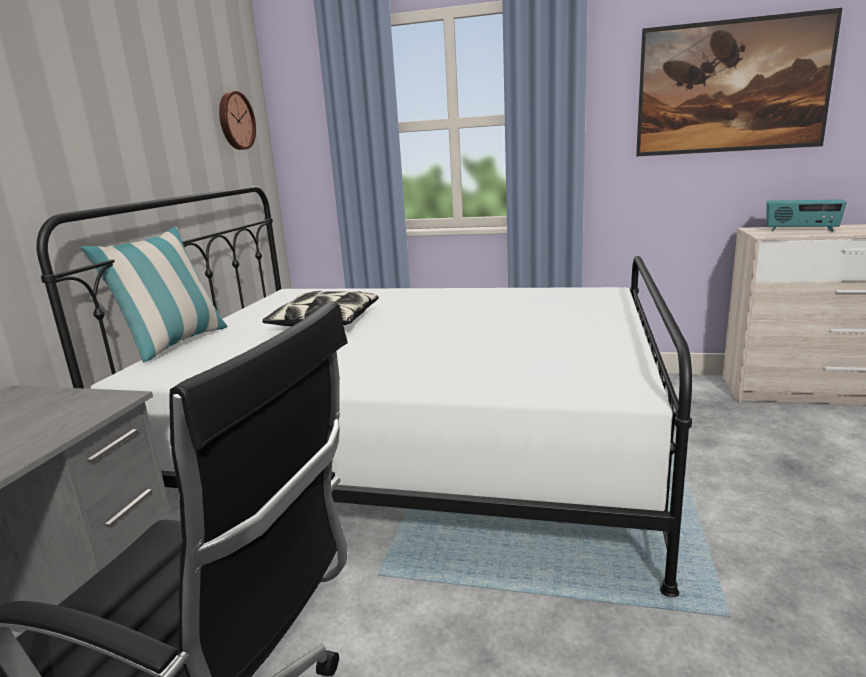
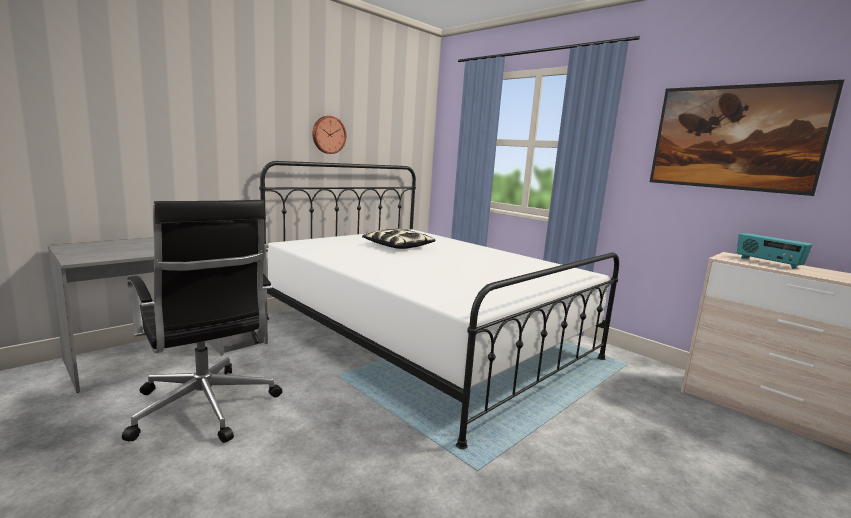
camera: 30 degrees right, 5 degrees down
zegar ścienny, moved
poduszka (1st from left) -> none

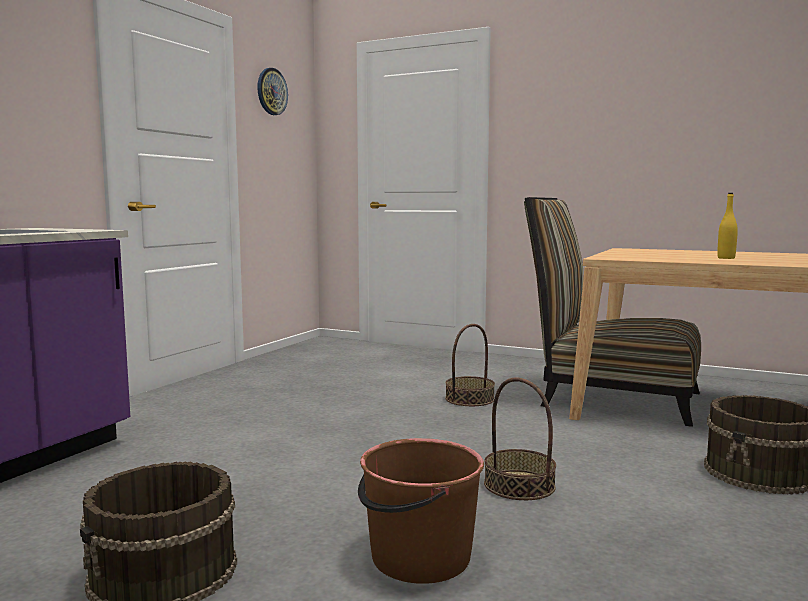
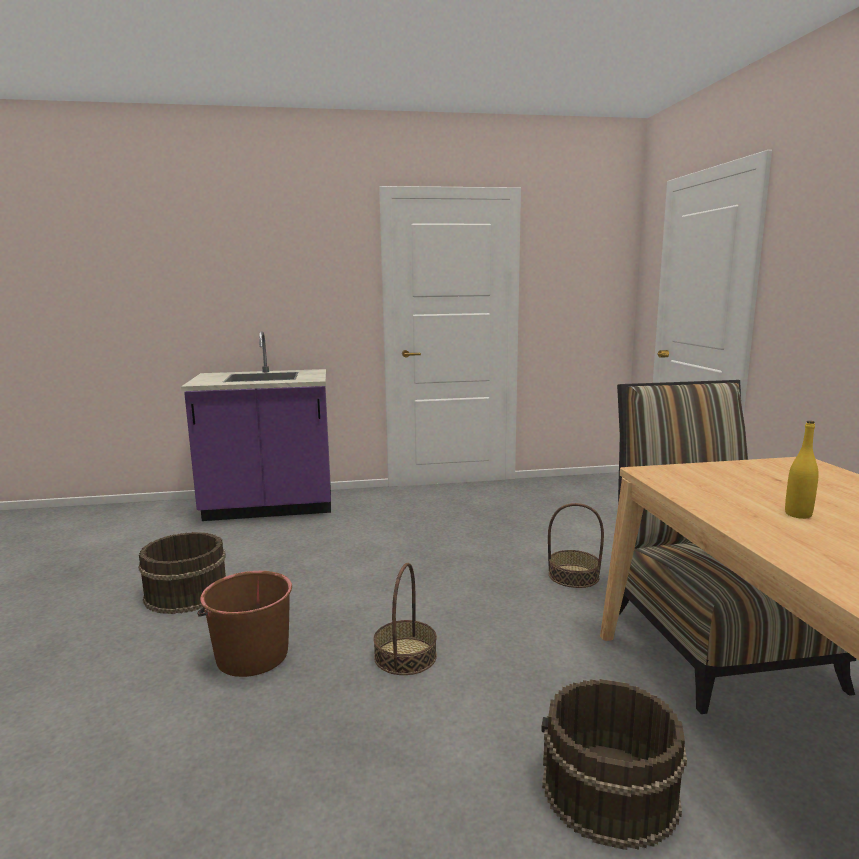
camera: 55 degrees right, 5 degrees up
zegar ścienny -> none

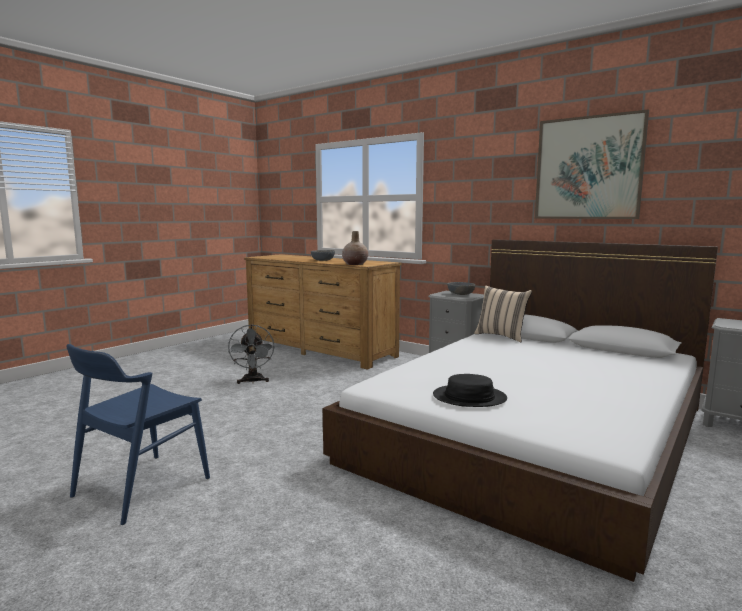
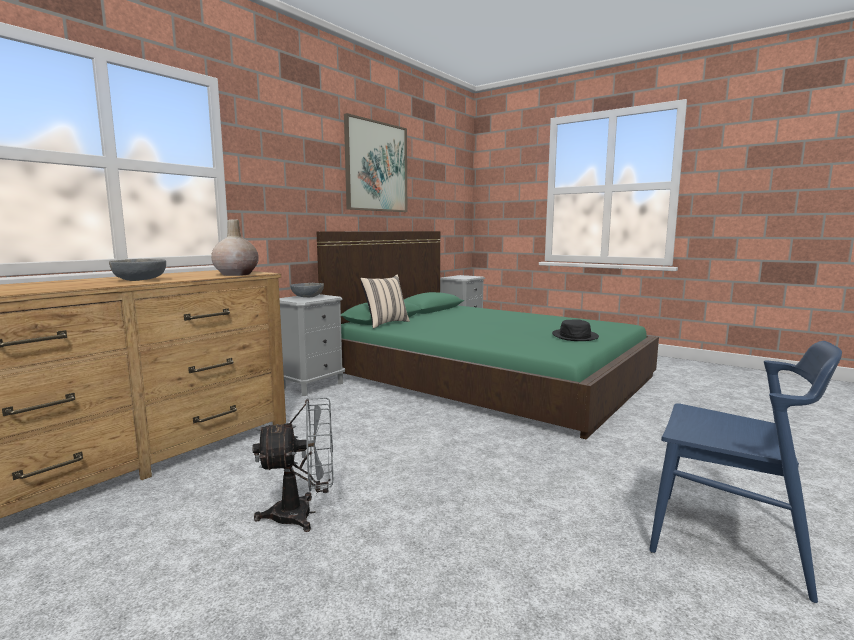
camera: 90 degrees left, 0 degrees up
łóżko [biały] -> łóżko [zielony]

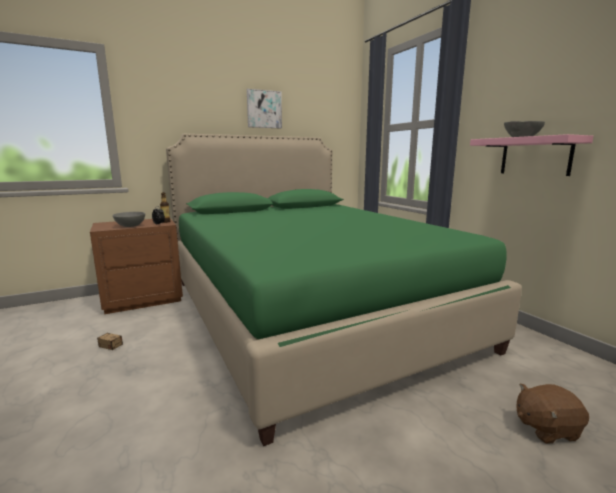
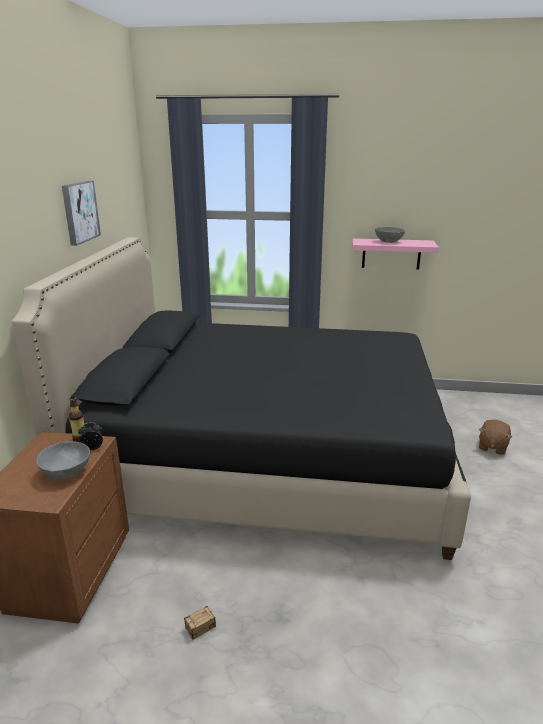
camera: 55 degrees left, 10 degrees up
łóżko [zielony] -> łóżko [czarny]

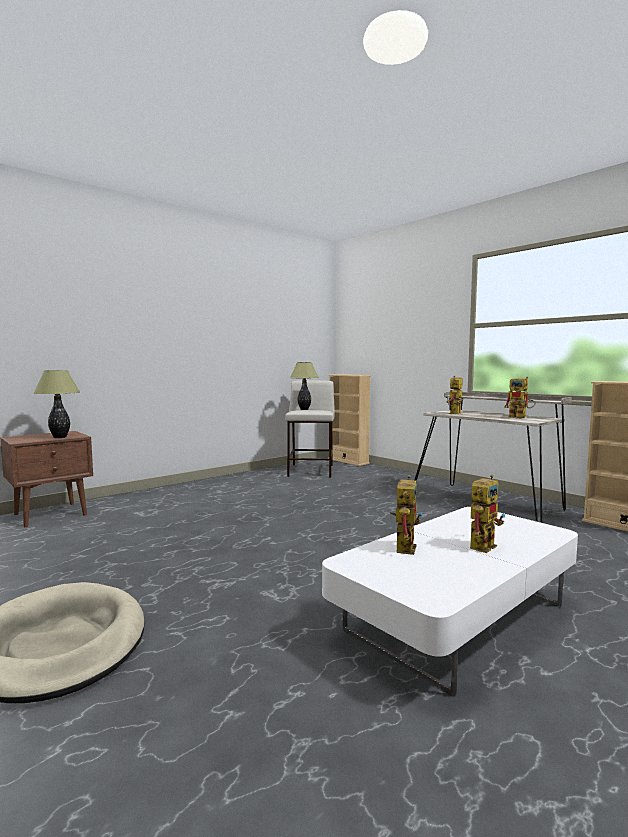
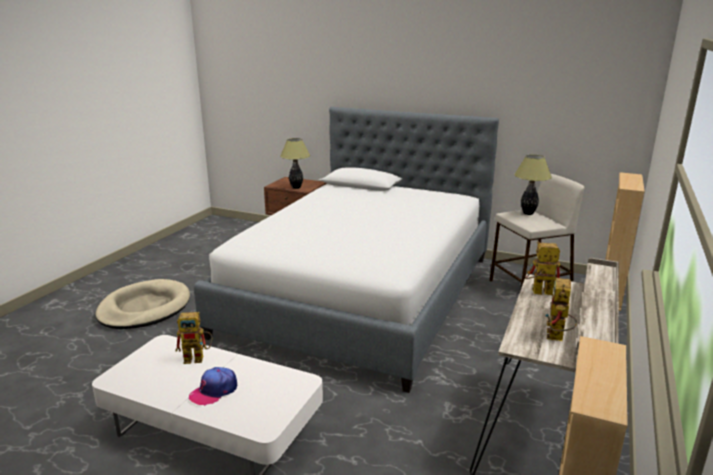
camera: 65 degrees right, 15 degrees up
robot zabawkowy (3rd from left) -> czapka z daszkiem
none -> łóżko

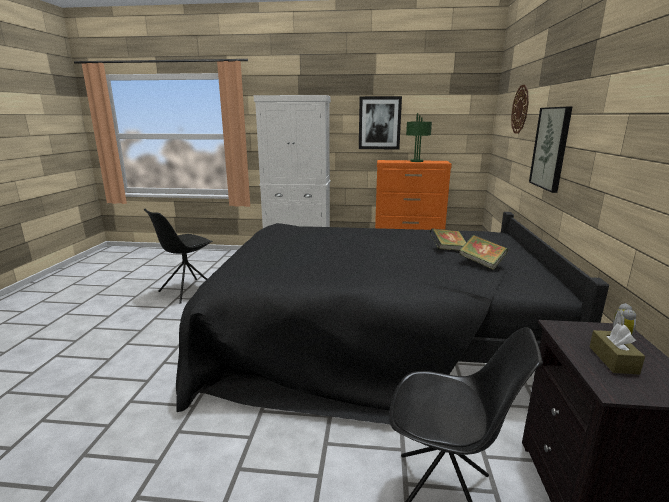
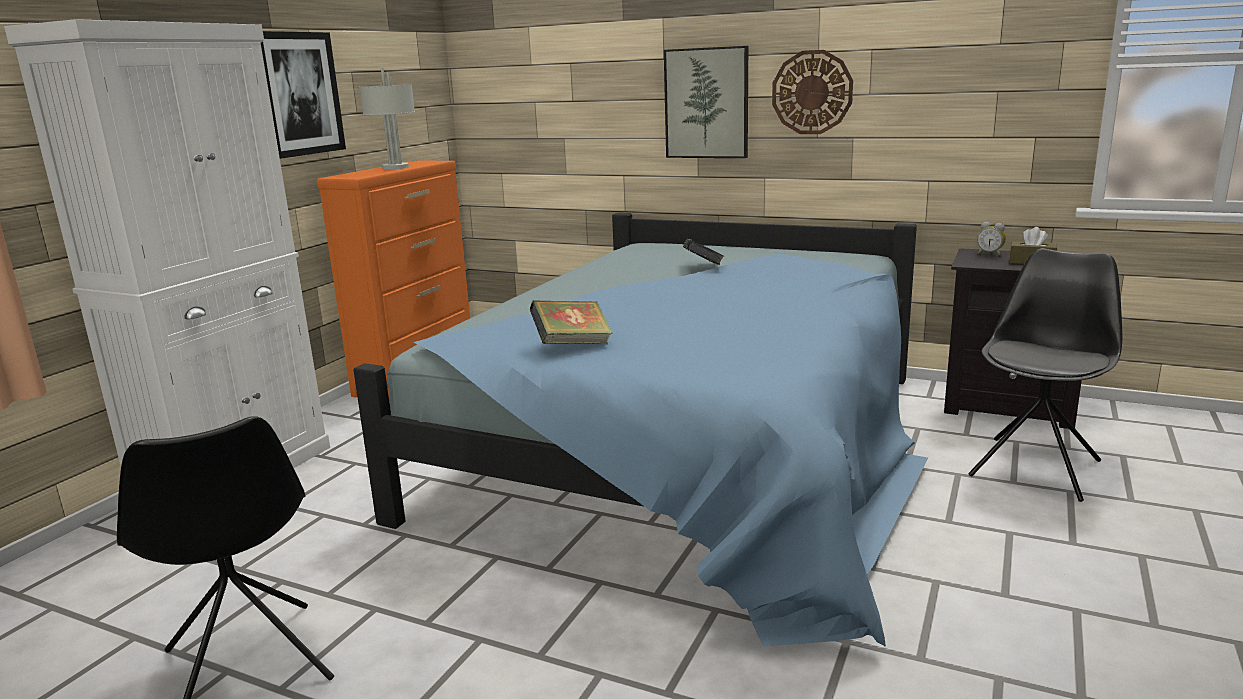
camera: 70 degrees left, 0 degrees up
zegar ścienny, moved
lampa stołowa [zielony] -> lampa stołowa [szary]
łóżko [czarny] -> łóżko [niebieski]
książka (2nd from left in the first image) -> książka (1st from left), moved

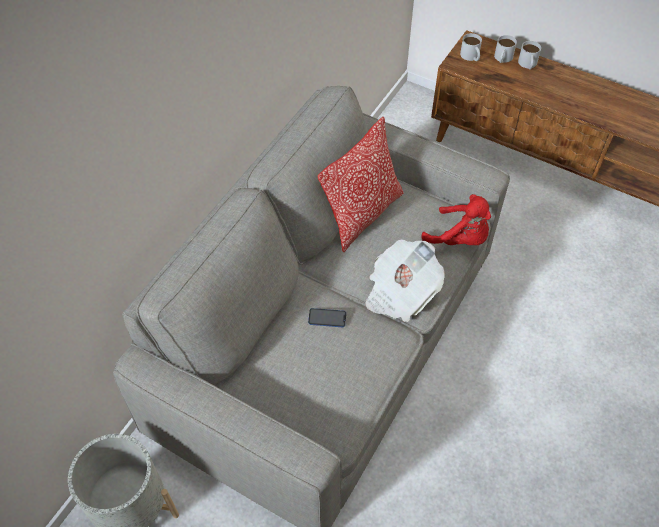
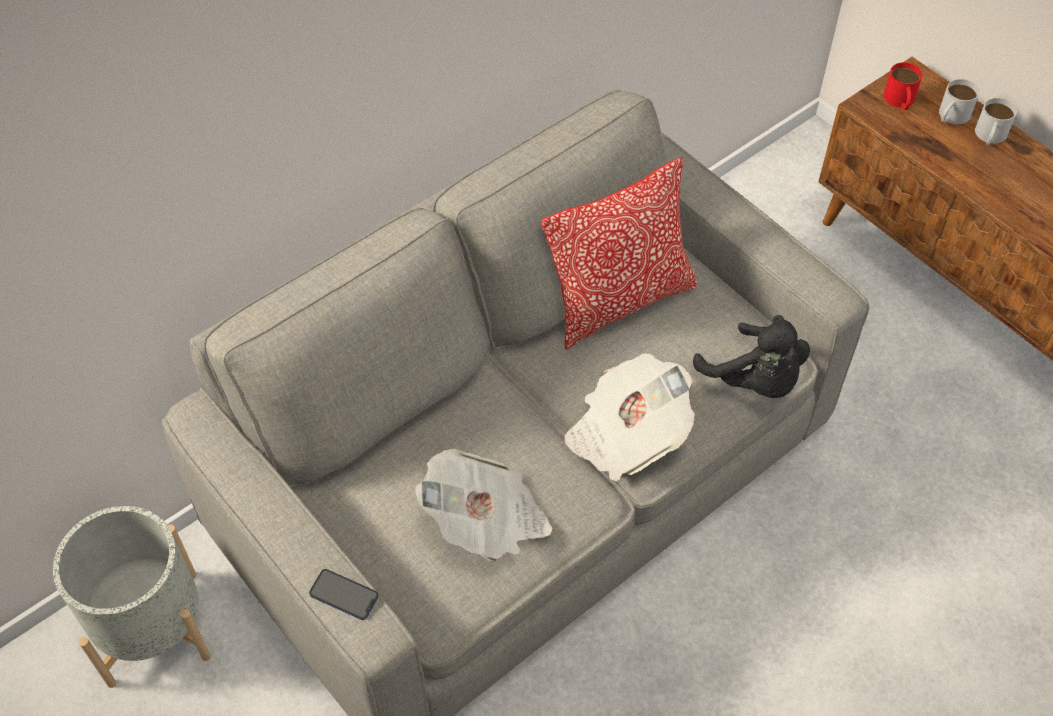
camera: 20 degrees right, 0 degrees up
kubek [biały] (1st from left) -> kubek [czerwony]
pluszak [czerwony] -> pluszak [czarny]
telefon, moved
none -> gazeta (1st from left)

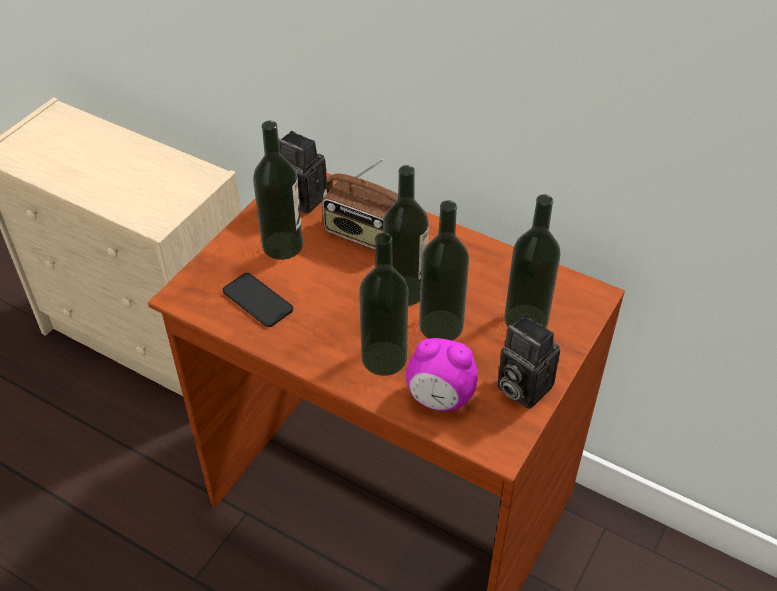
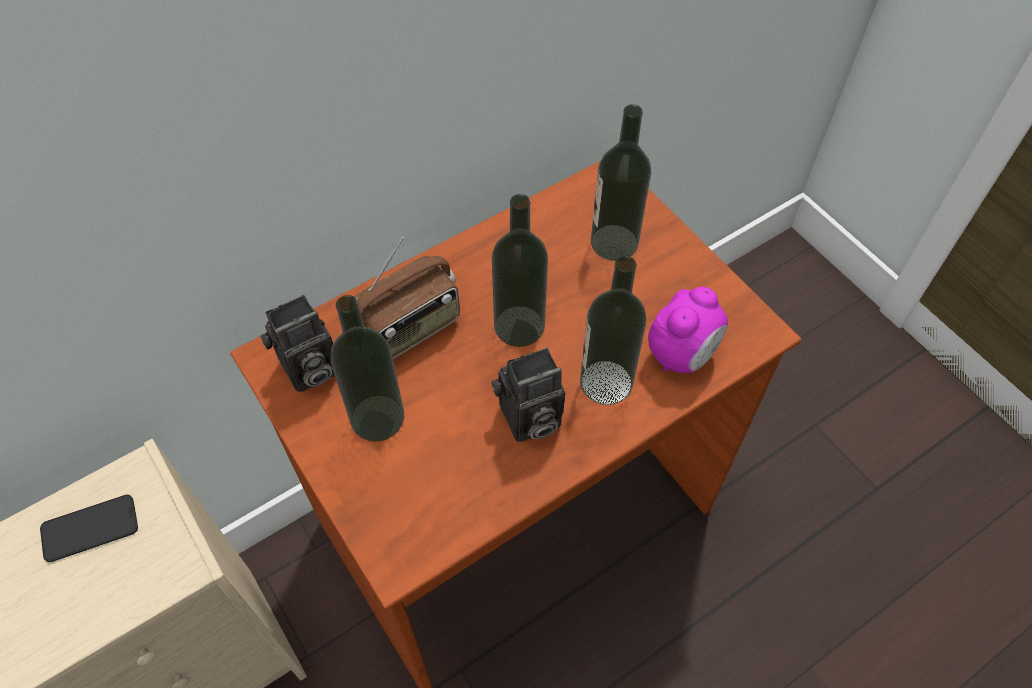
camera: 65 degrees left, 10 degrees up
butelka (4th from left) -> none
telefon, moved
aparat fotograficzny (2nd from left), moved

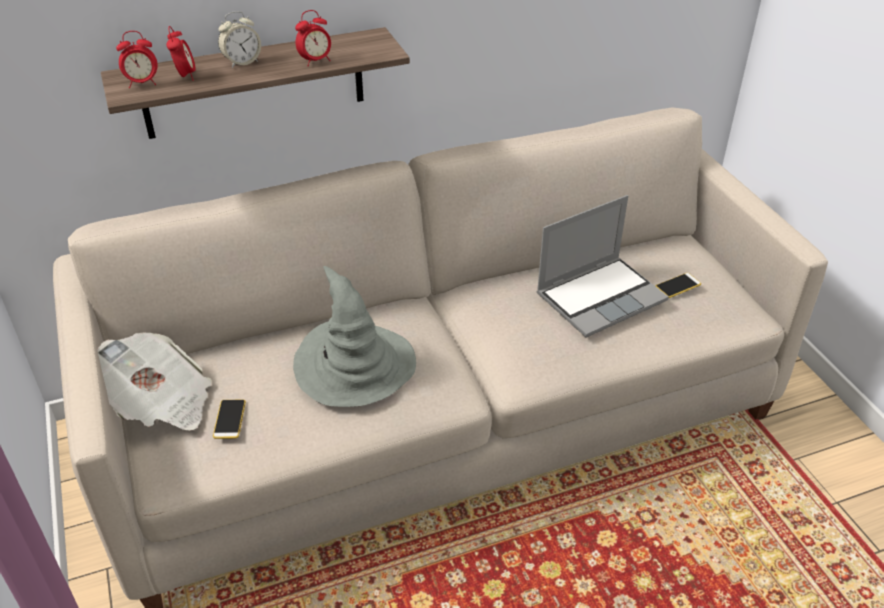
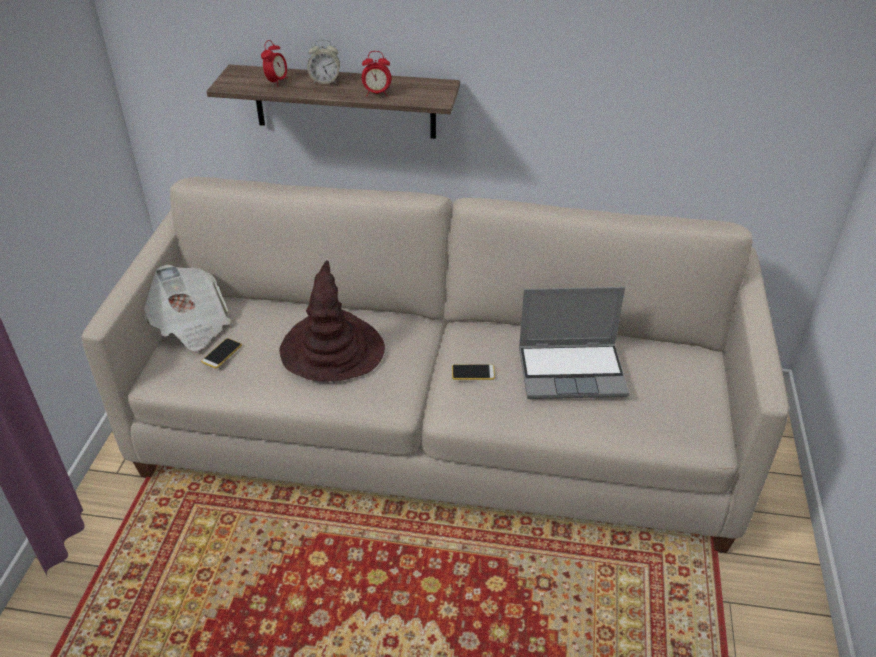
camera: 30 degrees right, 0 degrees up
budzik (1st from left) -> none
kapelusz [szary] -> kapelusz [brązowy]
telefon (2nd from left), moved

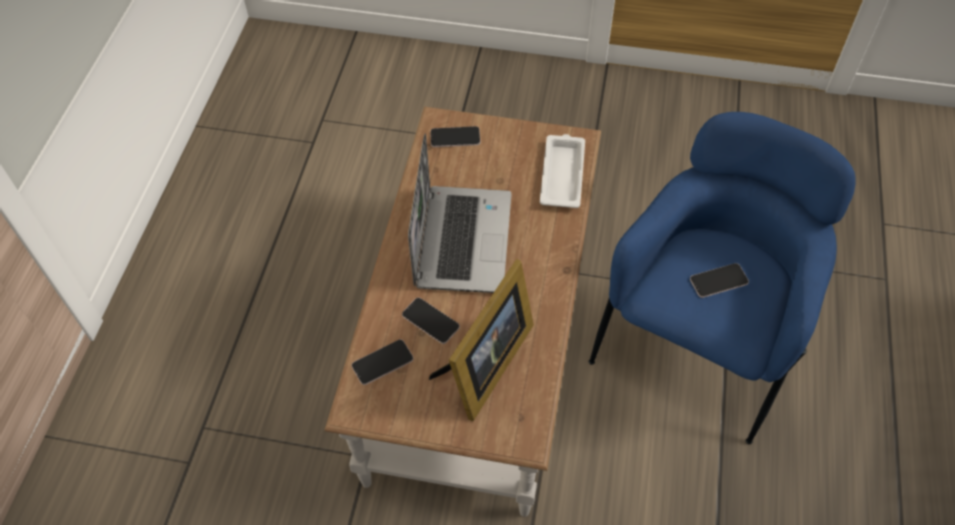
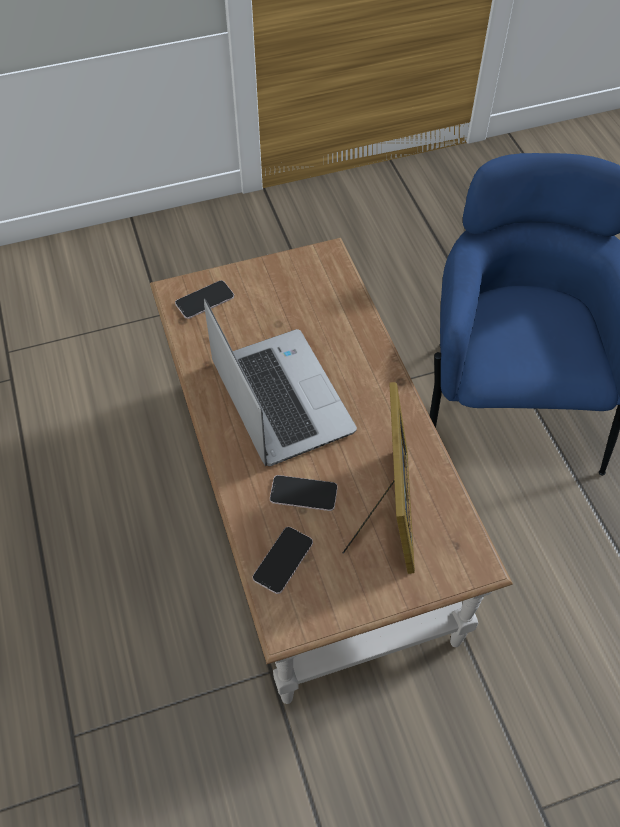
camera: 30 degrees left, 0 degrees up
taca [biały] -> none
telefon (4th from left) -> none

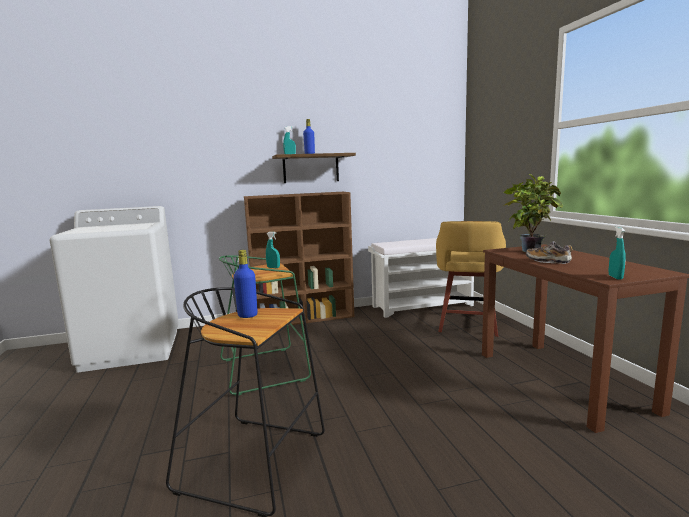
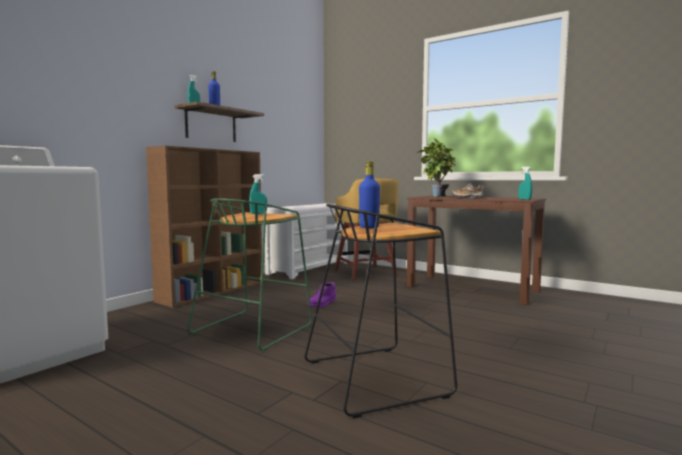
camera: 40 degrees left, 5 degrees down
none -> but z cholewką [fioletowy]

